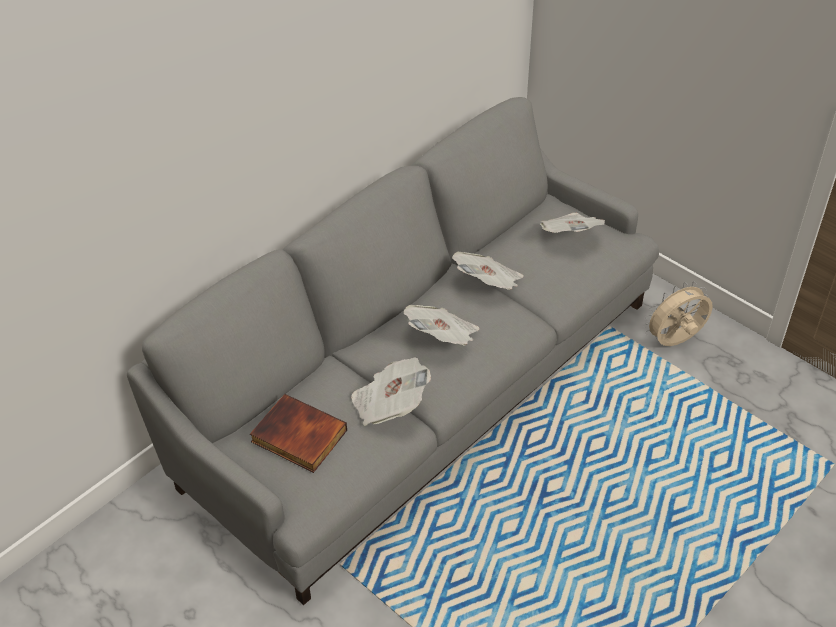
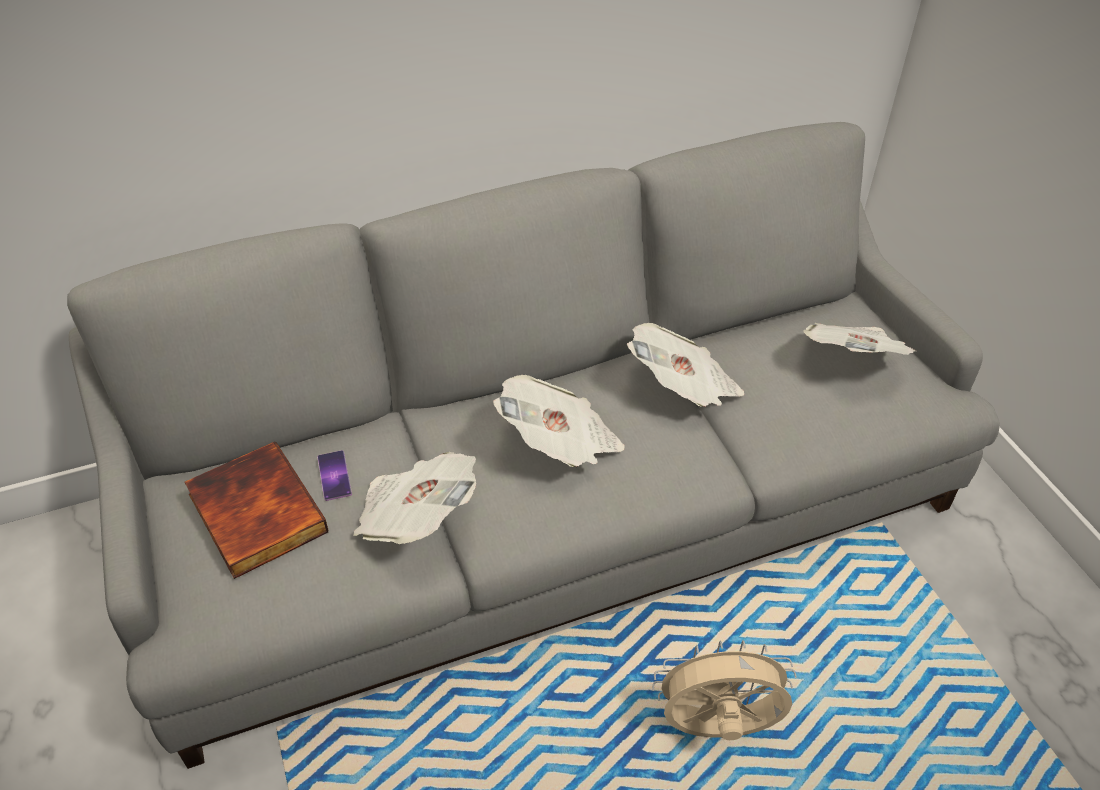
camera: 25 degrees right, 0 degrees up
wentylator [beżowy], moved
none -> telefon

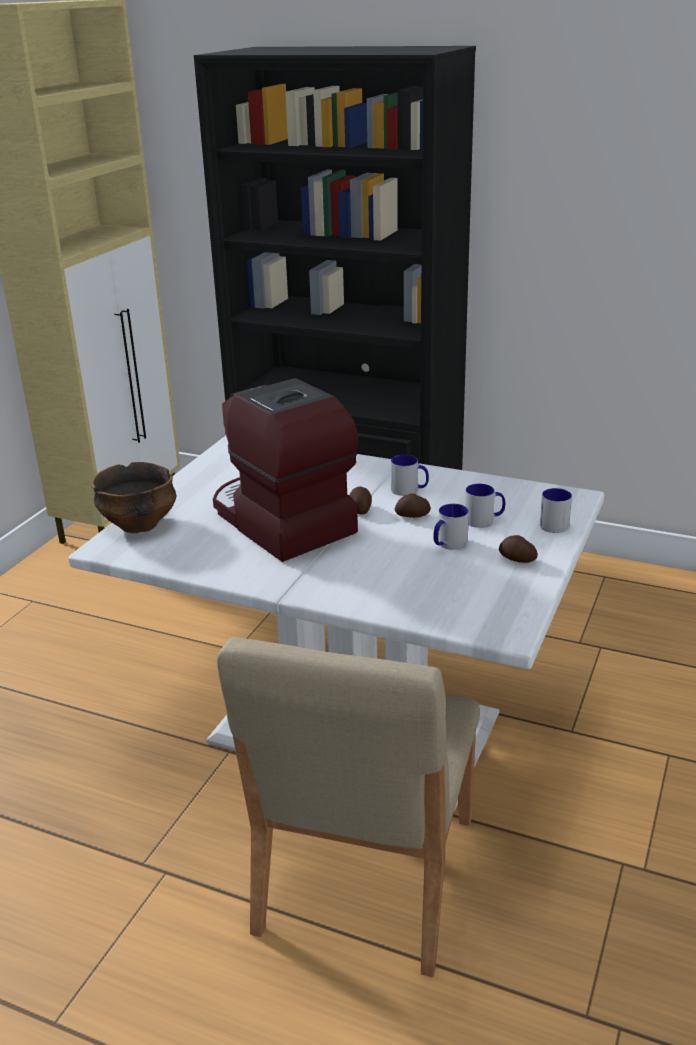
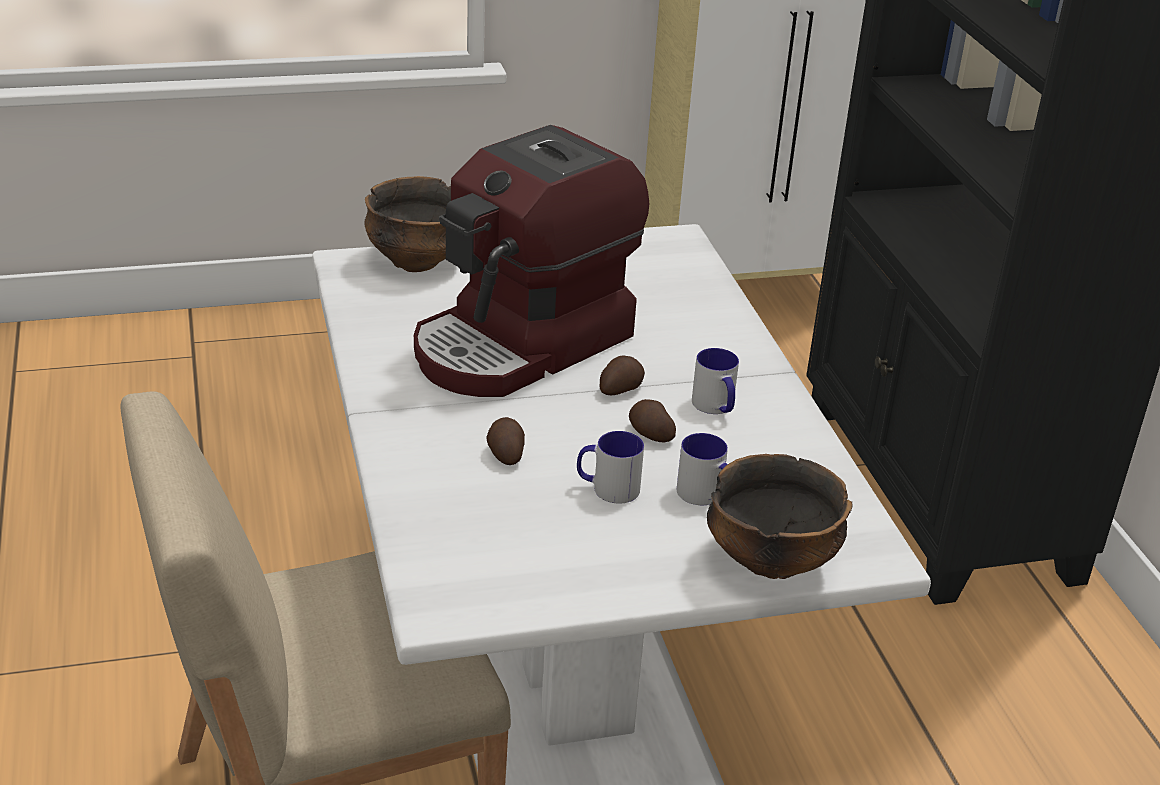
camera: 50 degrees right, 5 degrees up
ekspres do kawy, 150 degrees counterclockwise
kubek (4th from left) -> miska (2nd from left)
ziemniak (3rd from left in the first image) -> ziemniak (1st from left), moved

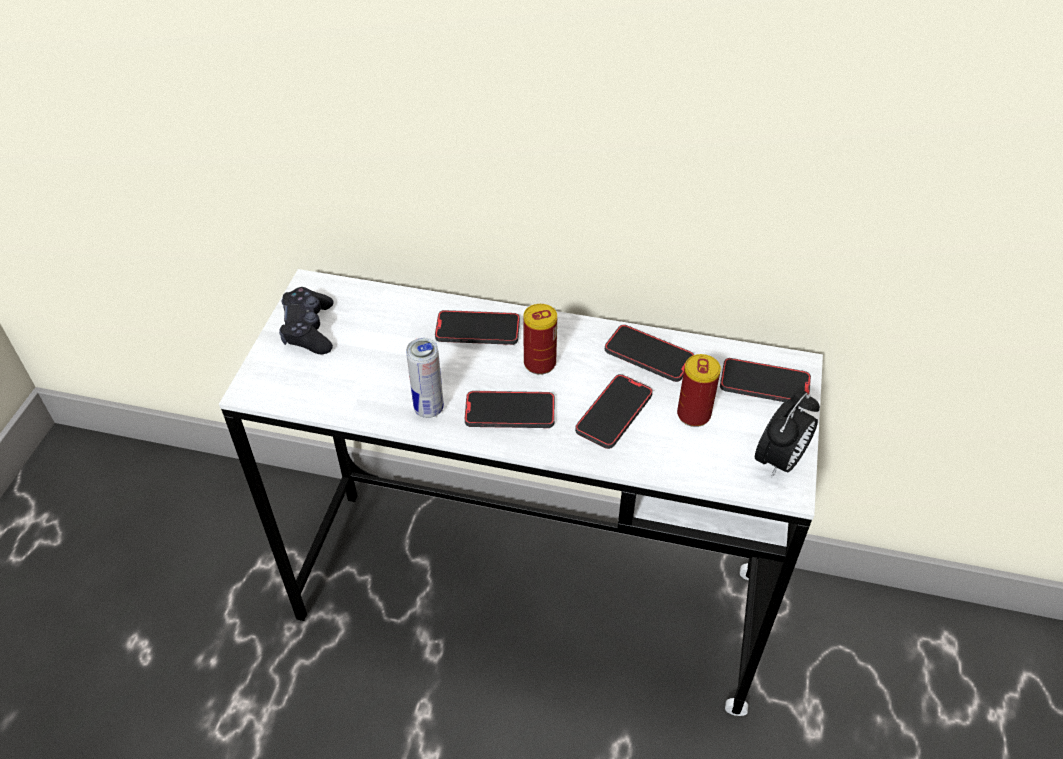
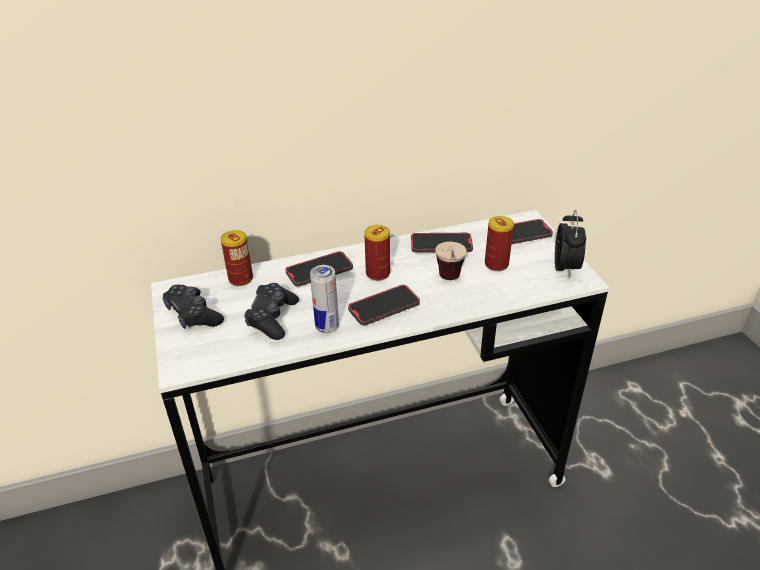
camera: 30 degrees left, 10 degrees down
telefon (3rd from left) -> filiżanka
none -> puszka (1st from left)
none -> pad do gier [czarny] (2nd from left)

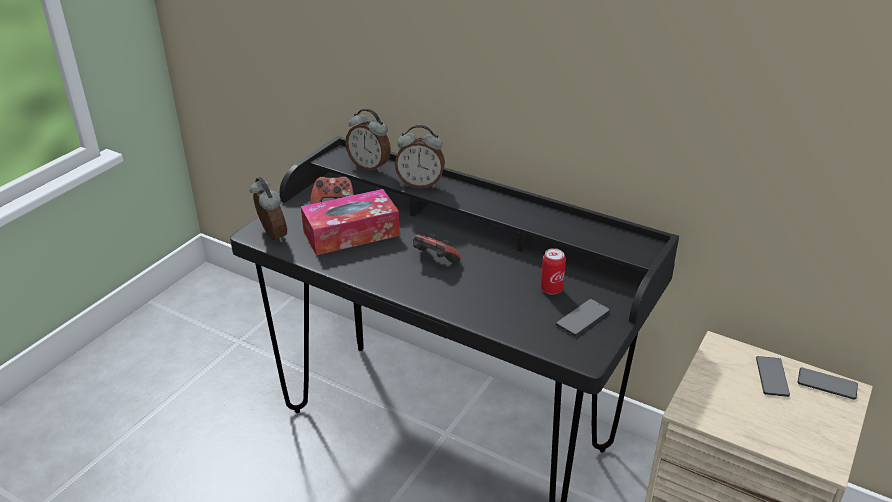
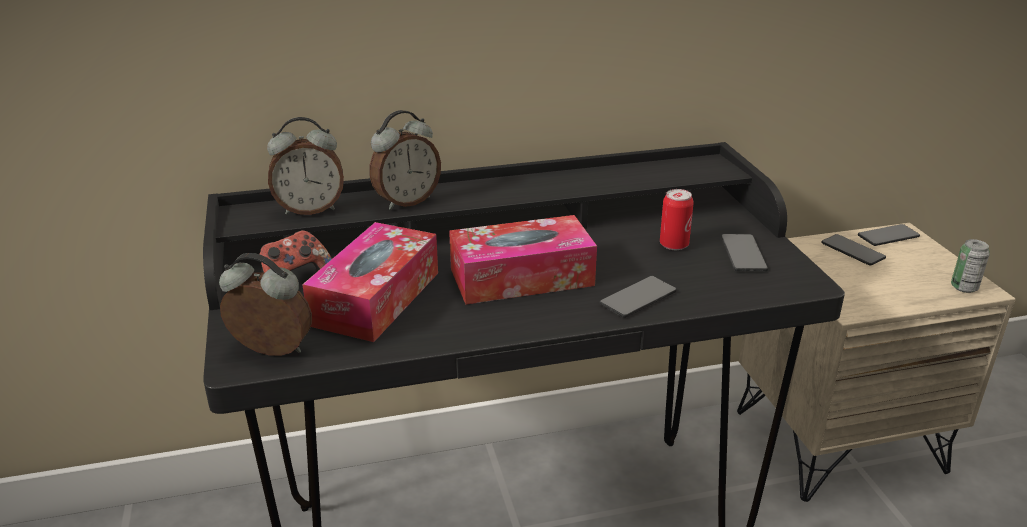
camera: 45 degrees left, 5 degrees down
pad do gier (2nd from left) -> pudełko chusteczek (2nd from left)
none -> puszka (2nd from left)
none -> telefon (1st from left)

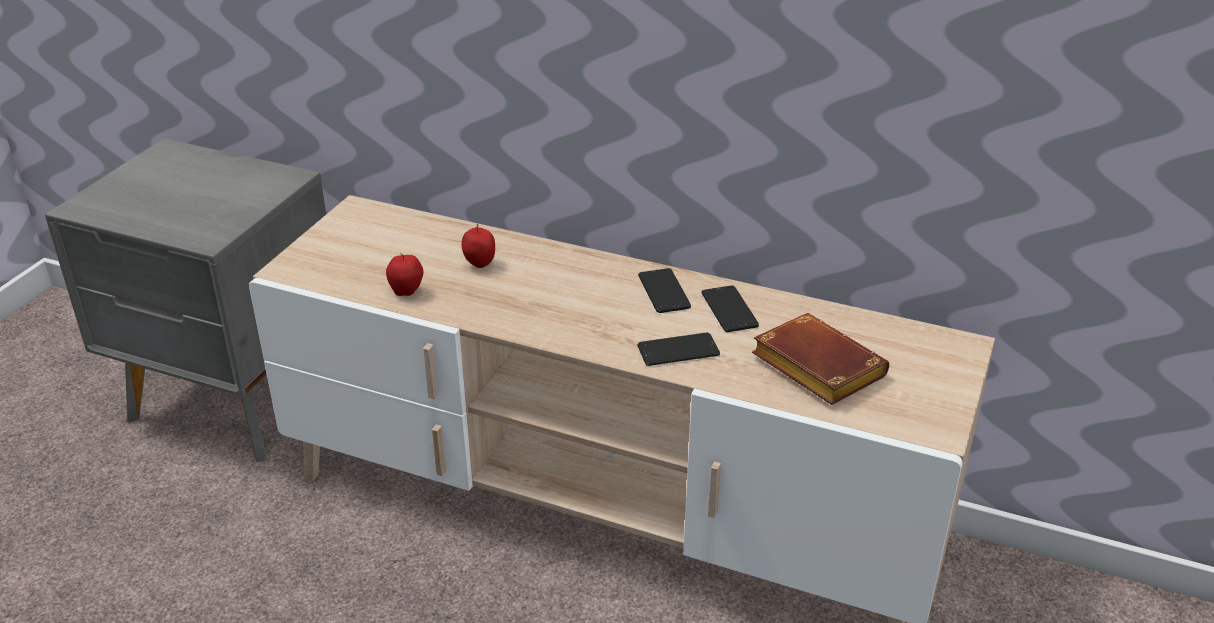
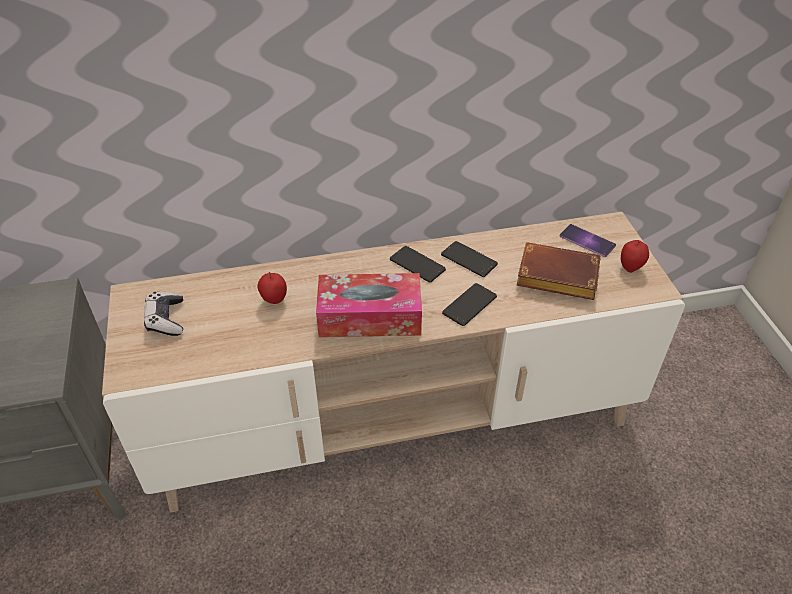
camera: 35 degrees left, 10 degrees up
jabłko (1st from left in the first image) -> jabłko (2nd from left), moved
none -> telefon (4th from left)
none -> pudełko chusteczek
none -> pad do gier

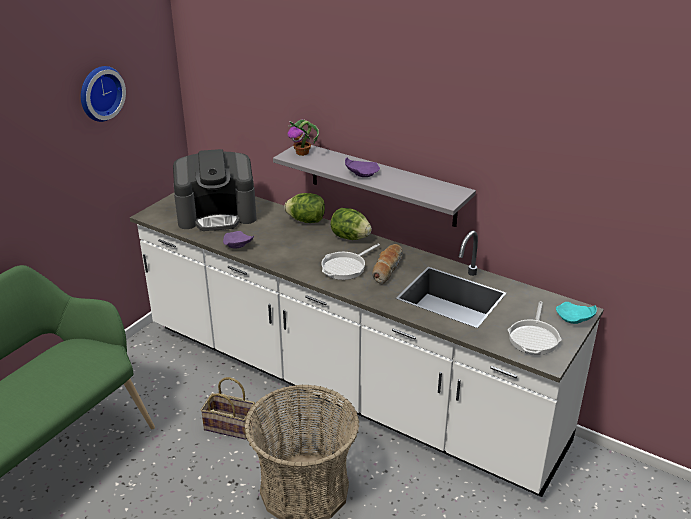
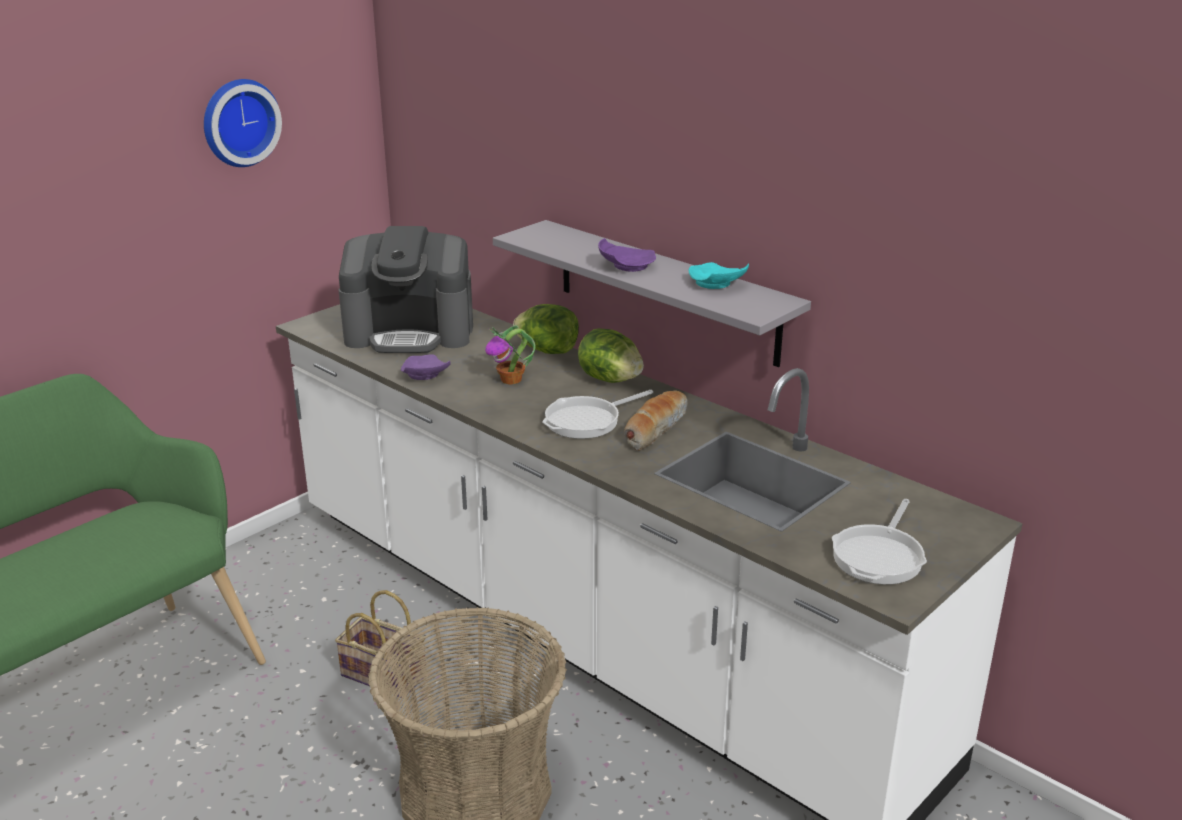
camera: 10 degrees right, 5 degrees down
roślina doniczkowa, moved
talerz [turkusowy], moved

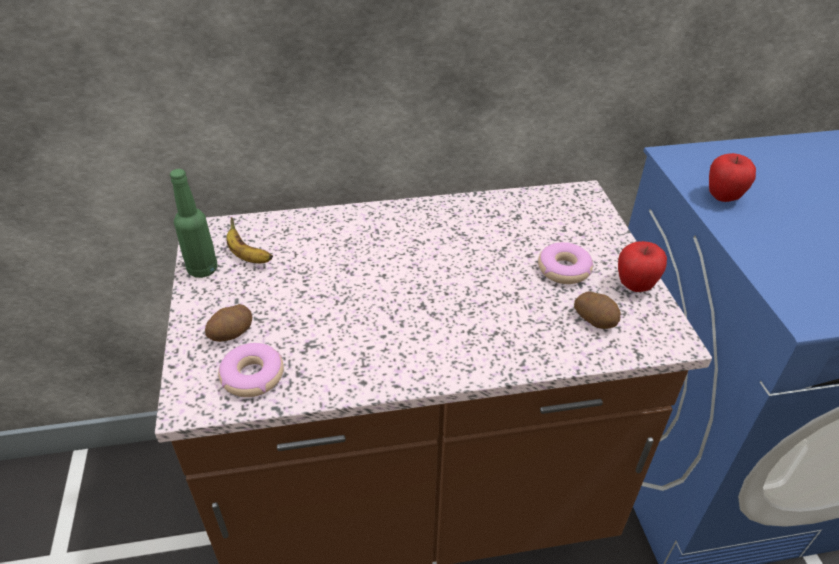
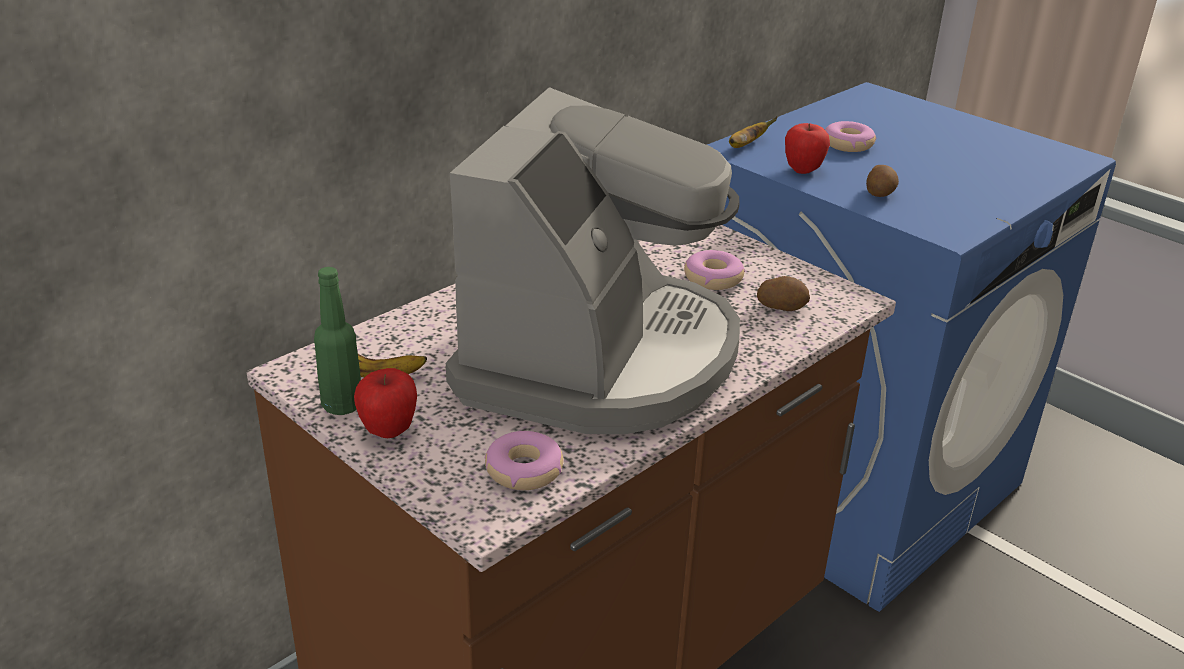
camera: 35 degrees left, 10 degrees down
jabłko (1st from left), moved
ziemniak (1st from left in the first image) -> ziemniak (2nd from left), moved
none -> ekspres do kawy
none -> banan (2nd from left)
none -> donut (3rd from left)

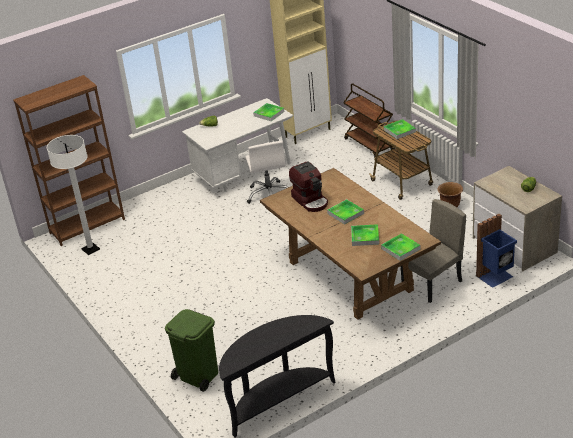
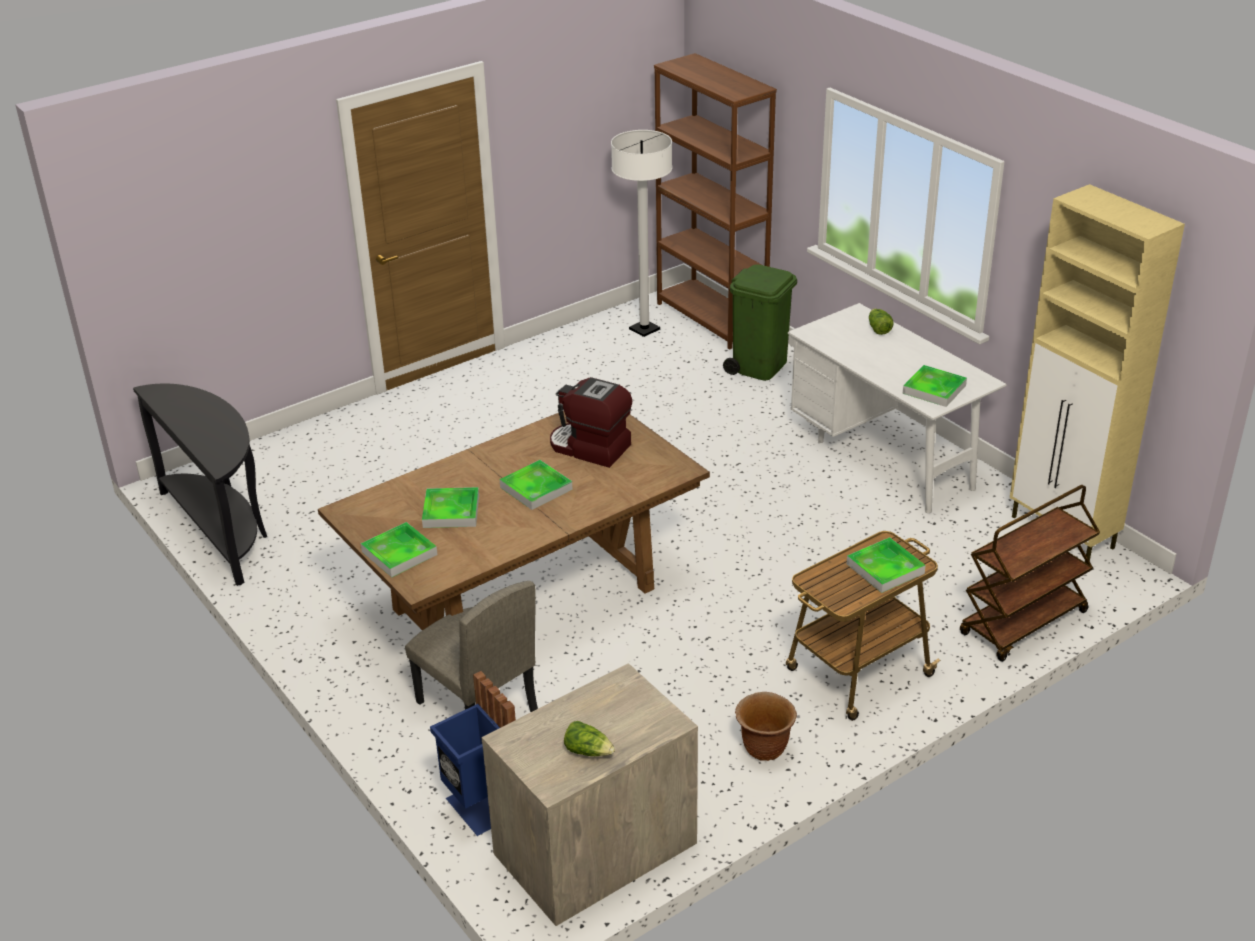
camera: 85 degrees right, 0 degrees up
krzesło biurowe [biały] -> none
ekspres do kawy, 60 degrees clockwise
kosz na śmieci [zielony], moved

